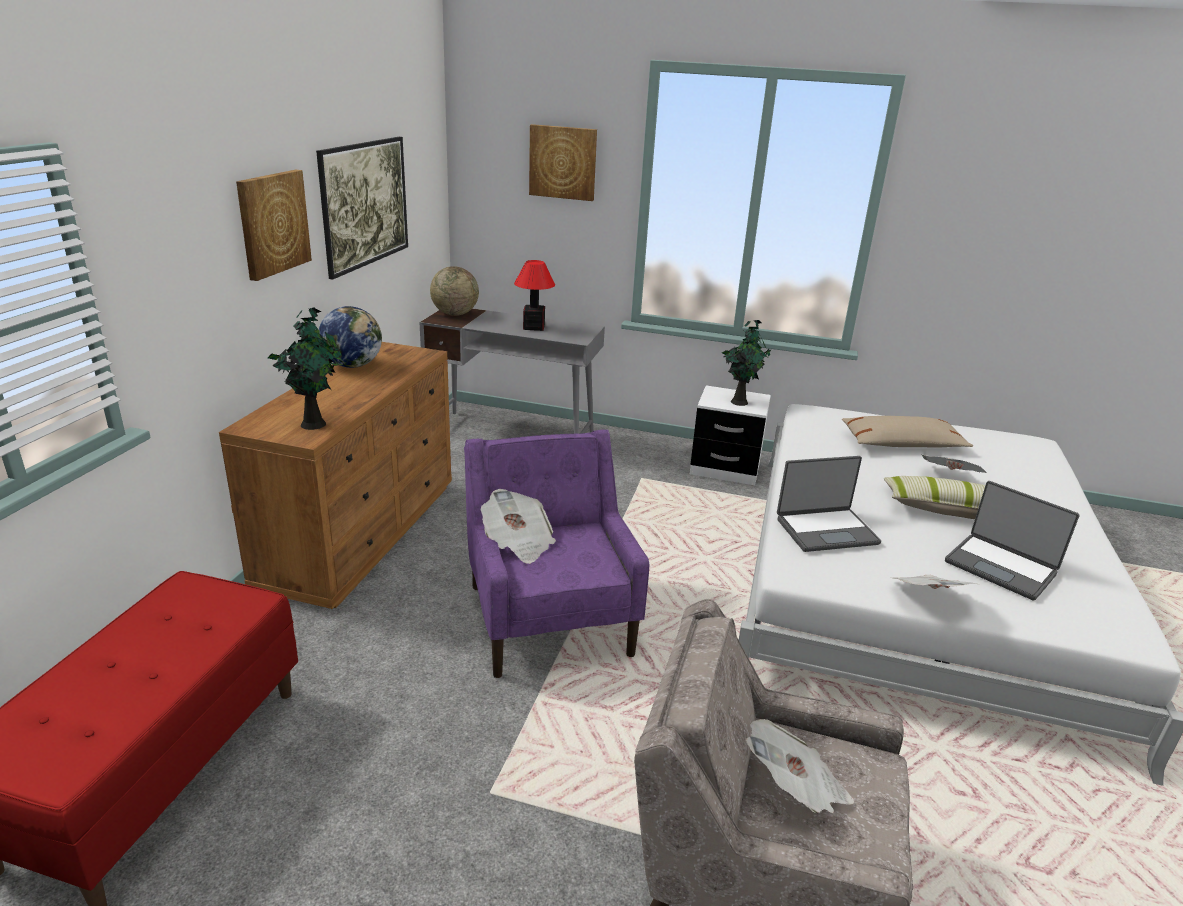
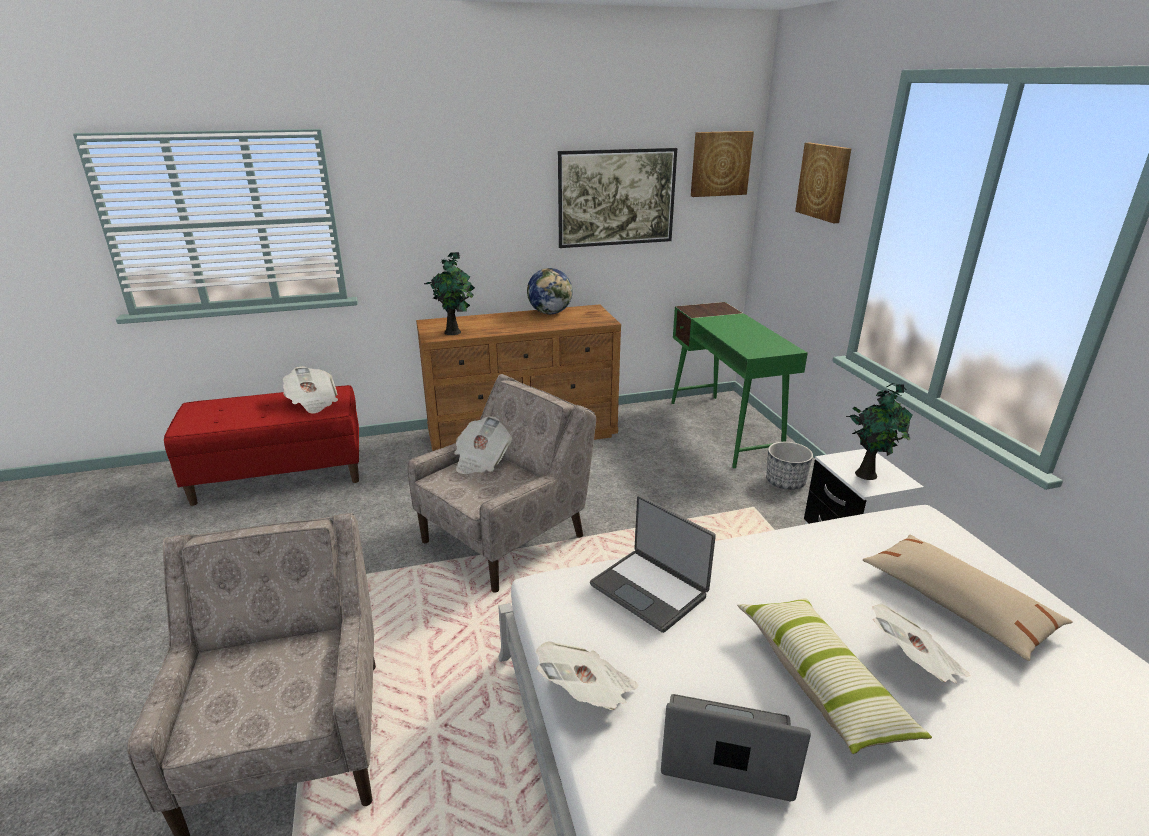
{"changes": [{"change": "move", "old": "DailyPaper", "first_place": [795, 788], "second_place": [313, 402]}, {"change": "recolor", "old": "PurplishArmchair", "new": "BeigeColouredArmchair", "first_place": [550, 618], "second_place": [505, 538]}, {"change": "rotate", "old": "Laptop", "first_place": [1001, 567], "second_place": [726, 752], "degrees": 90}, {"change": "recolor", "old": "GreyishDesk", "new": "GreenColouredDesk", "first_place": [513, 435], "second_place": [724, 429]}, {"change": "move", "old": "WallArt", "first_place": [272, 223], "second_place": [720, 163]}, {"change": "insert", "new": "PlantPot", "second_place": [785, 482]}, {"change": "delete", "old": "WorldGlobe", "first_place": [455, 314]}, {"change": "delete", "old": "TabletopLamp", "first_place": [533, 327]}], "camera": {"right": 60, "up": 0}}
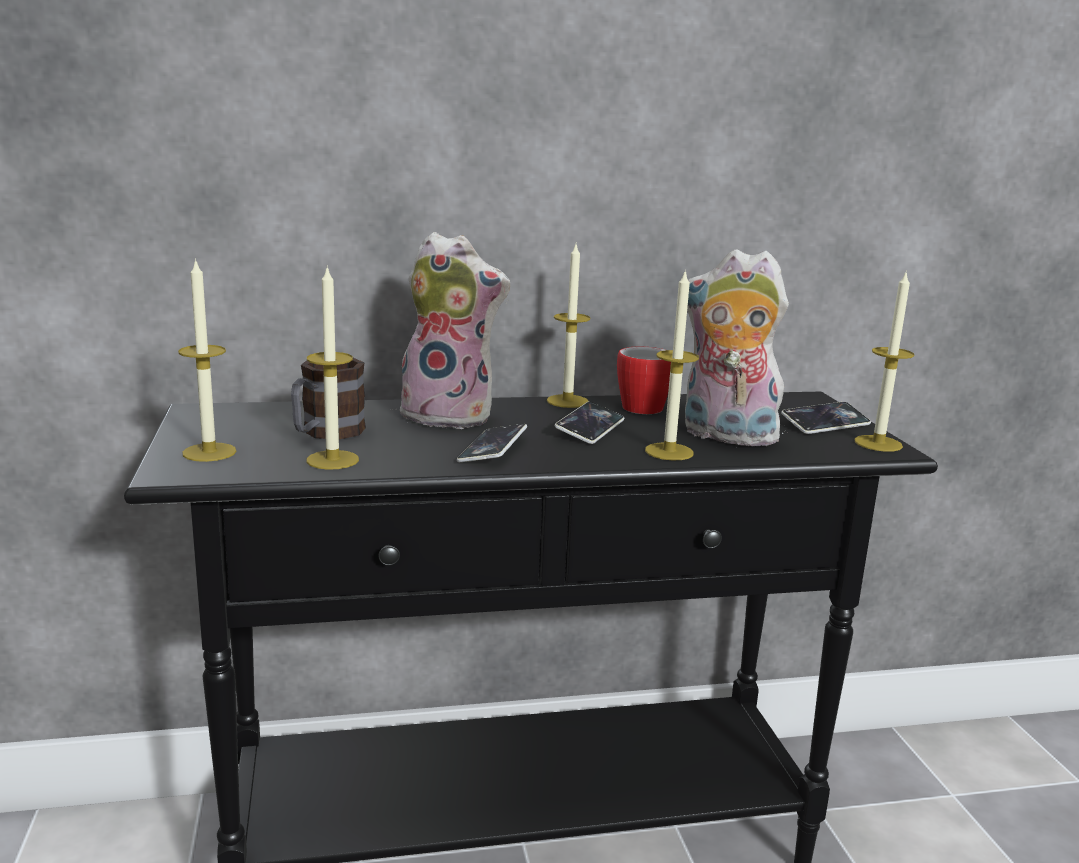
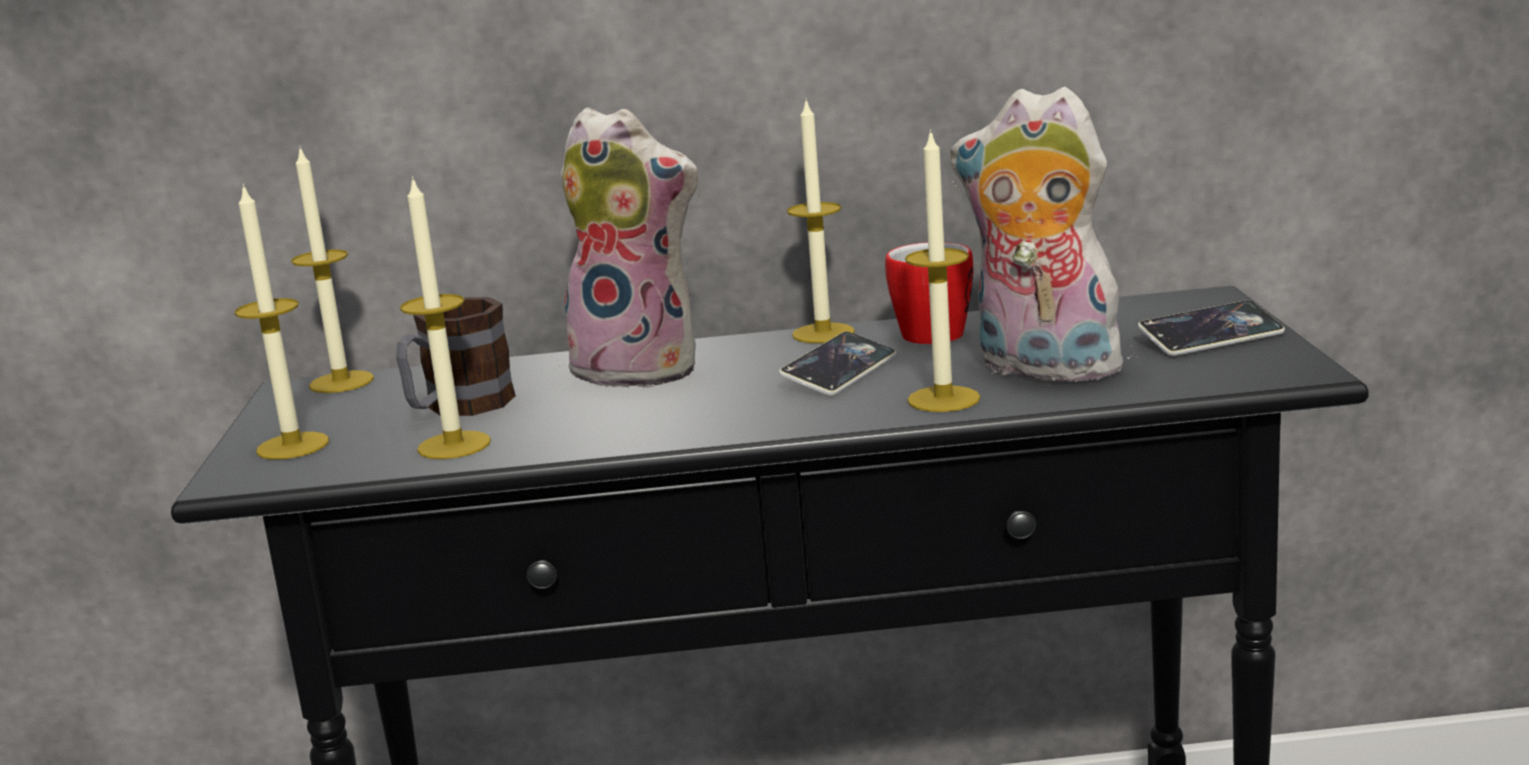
{"changes": [{"change": "move", "old": "WaxLight", "first_place": [878, 443], "second_place": [341, 382]}, {"change": "delete", "old": "Phone", "first_place": [492, 449]}], "camera": {"right": 10, "up": 0}}
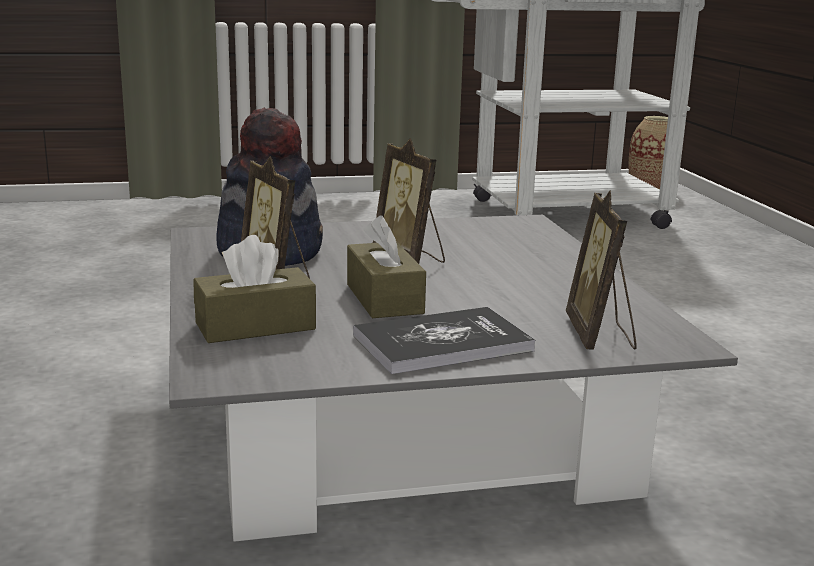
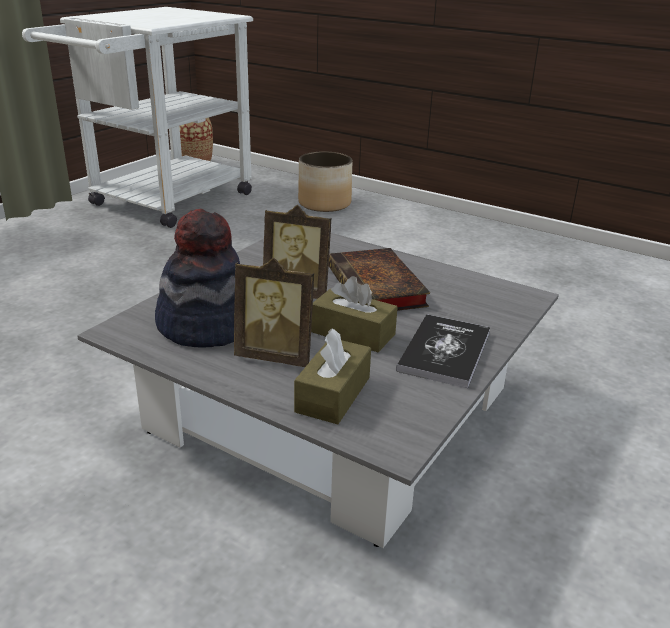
{"changes": [{"change": "insert", "new": "PlantPot", "second_place": [325, 203]}, {"change": "insert", "new": "Volume", "second_place": [378, 288]}, {"change": "delete", "old": "PictureFrame", "first_place": [600, 335]}], "camera": {"right": -45, "up": 10}}
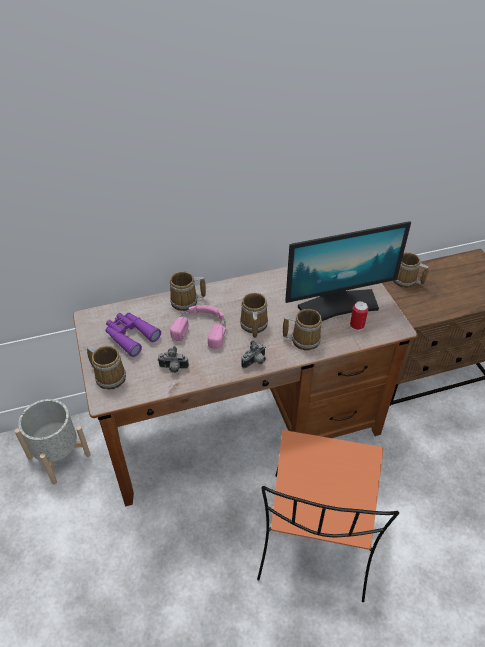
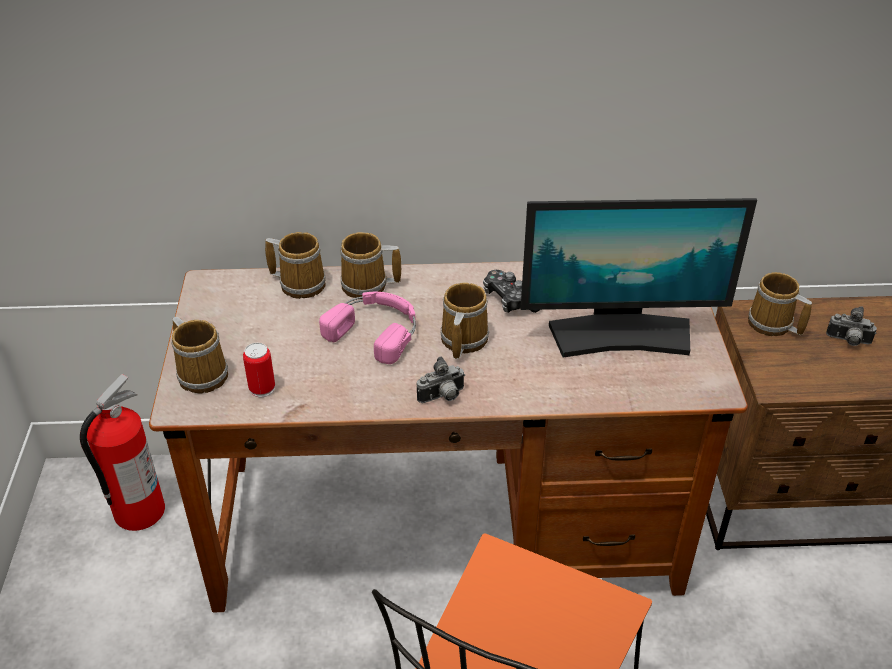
{"changes": [{"change": "replace", "old": "GreyishPlantPot", "new": "FireExtinguisher", "first_place": [59, 456], "second_place": [138, 511]}, {"change": "move", "old": "SealedCan", "first_place": [357, 326], "second_place": [262, 388]}, {"change": "move", "old": "CoffeeMug", "first_place": [303, 339], "second_place": [300, 283]}, {"change": "insert", "new": "GameController", "second_place": [509, 300]}, {"change": "move", "old": "PhotoCamera", "first_place": [173, 368], "second_place": [848, 341]}, {"change": "delete", "old": "PurplishPairOfBinoculars", "first_place": [130, 336]}], "camera": {"right": 15, "up": -5}}
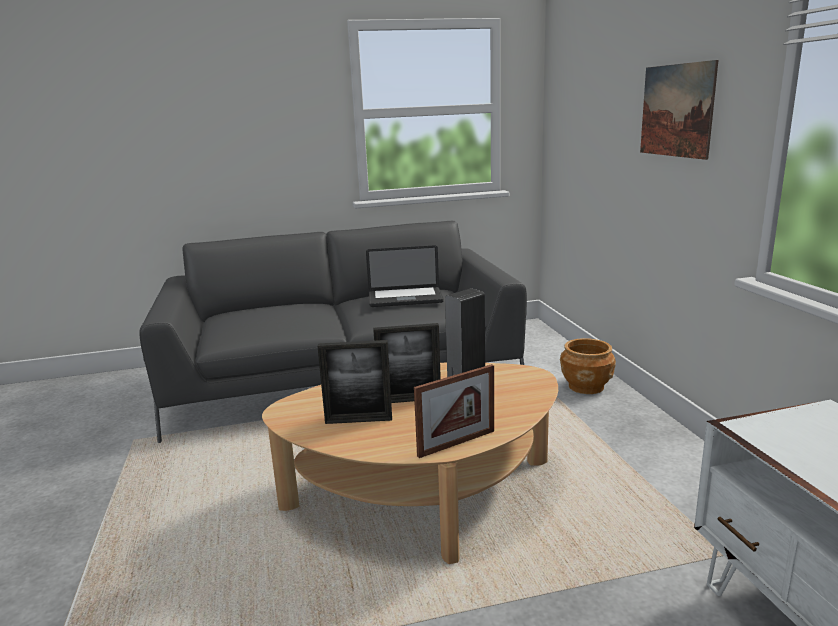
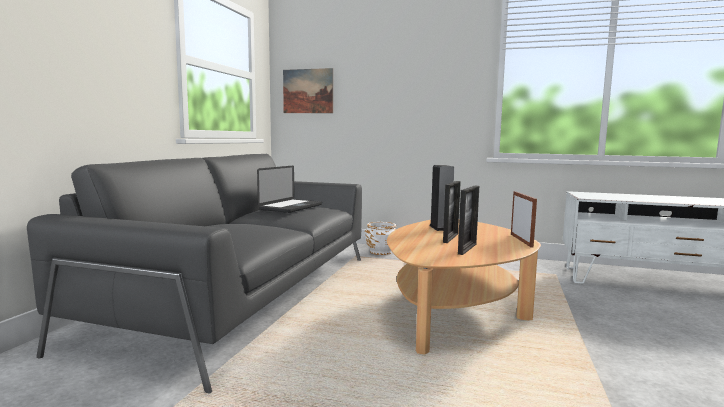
{"changes": [{"change": "move", "old": "WallArt", "first_place": [676, 110], "second_place": [308, 91]}, {"change": "recolor", "old": "BrownishPlantPot", "new": "WhiteColouredPlantPot", "first_place": [586, 386], "second_place": [381, 251]}], "camera": {"right": -60, "up": -10}}
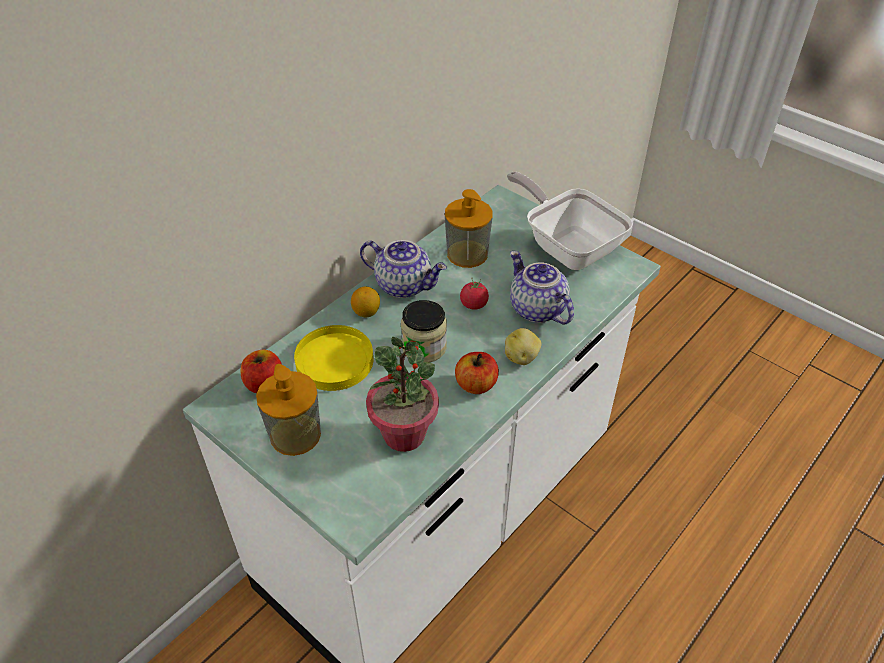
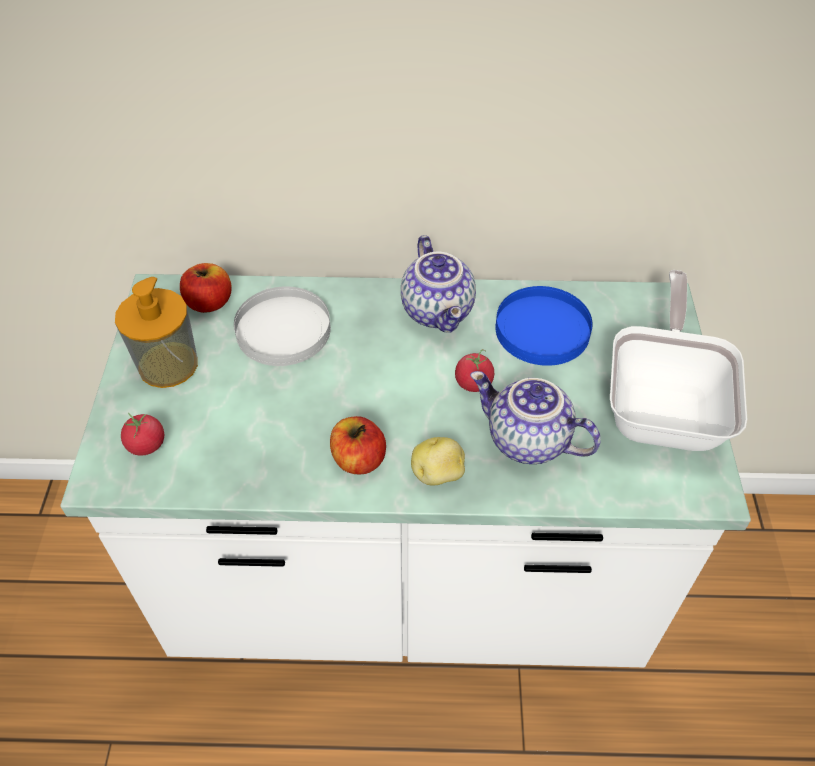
{"changes": [{"change": "insert", "new": "FreshTomato", "second_place": [146, 444]}, {"change": "recolor", "old": "YellowishDinnerPlate", "new": "WhiteColouredDinnerPlate", "first_place": [335, 360], "second_place": [284, 330]}, {"change": "rotate", "old": "TeaPot", "first_place": [536, 309], "second_place": [526, 441], "degrees": -75}, {"change": "replace", "old": "SoapDispenser", "new": "BlueDinnerPlate", "first_place": [467, 254], "second_place": [543, 329]}, {"change": "delete", "old": "WholeLemon", "first_place": [366, 312]}, {"change": "delete", "old": "Houseplant", "first_place": [404, 434]}, {"change": "delete", "old": "StorageJar", "first_place": [424, 347]}], "camera": {"right": 50, "up": 5}}
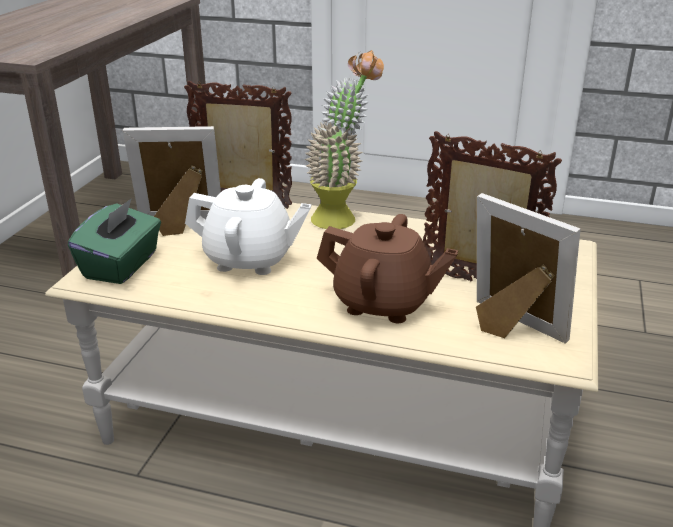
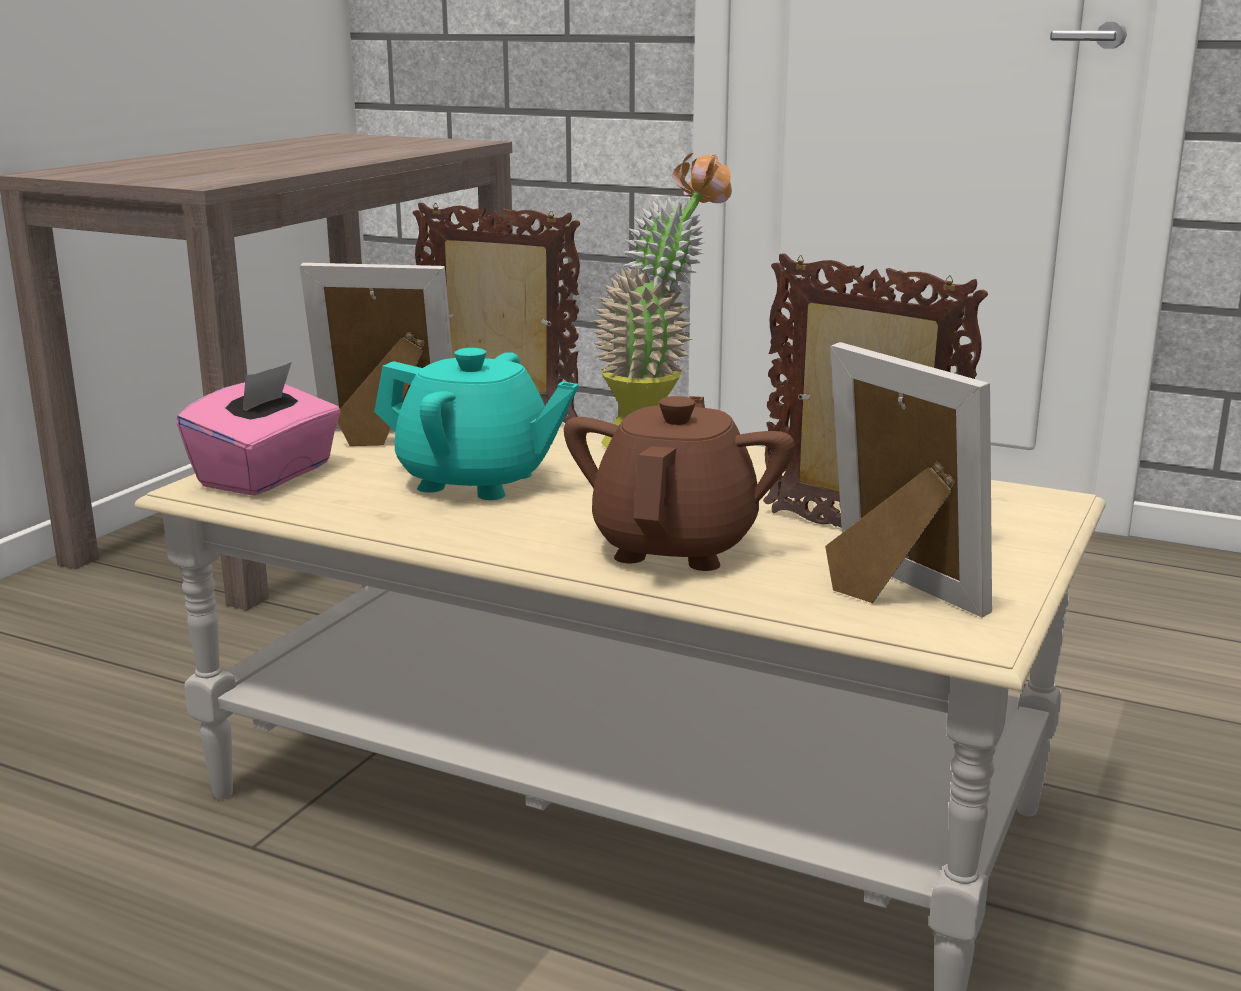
{"changes": [{"change": "recolor", "old": "GreenColouredTissueBox", "new": "PinkColouredTissueBox", "first_place": [122, 265], "second_place": [267, 476]}, {"change": "recolor", "old": "WhiteColouredTeaPot", "new": "BlueGreenTeaPot", "first_place": [250, 259], "second_place": [476, 481]}, {"change": "rotate", "old": "BrownishTeaPot", "first_place": [383, 303], "second_place": [676, 546], "degrees": -105}], "camera": {"right": 10, "up": -10}}
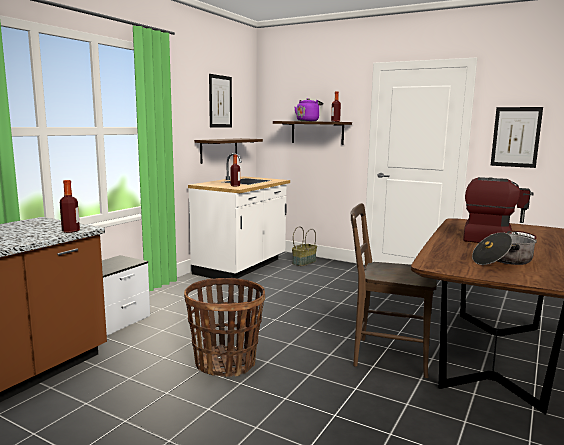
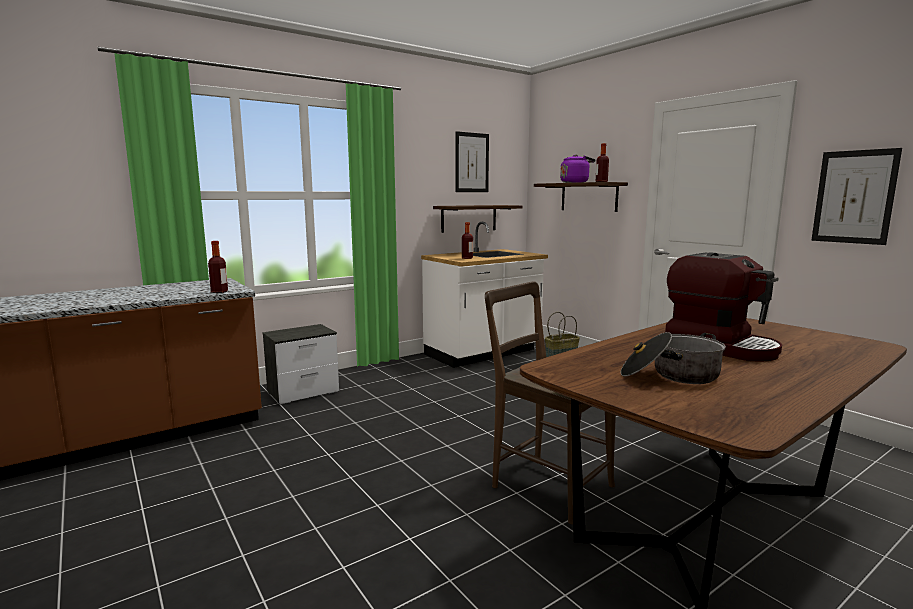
{"changes": [{"change": "delete", "old": "Basket", "first_place": [225, 363]}], "camera": {"right": 25, "up": 0}}
